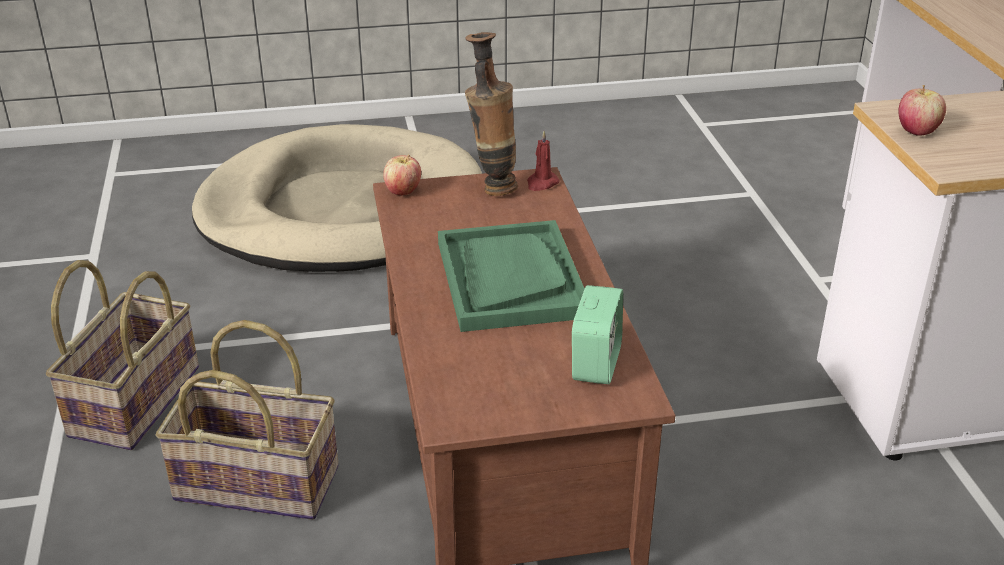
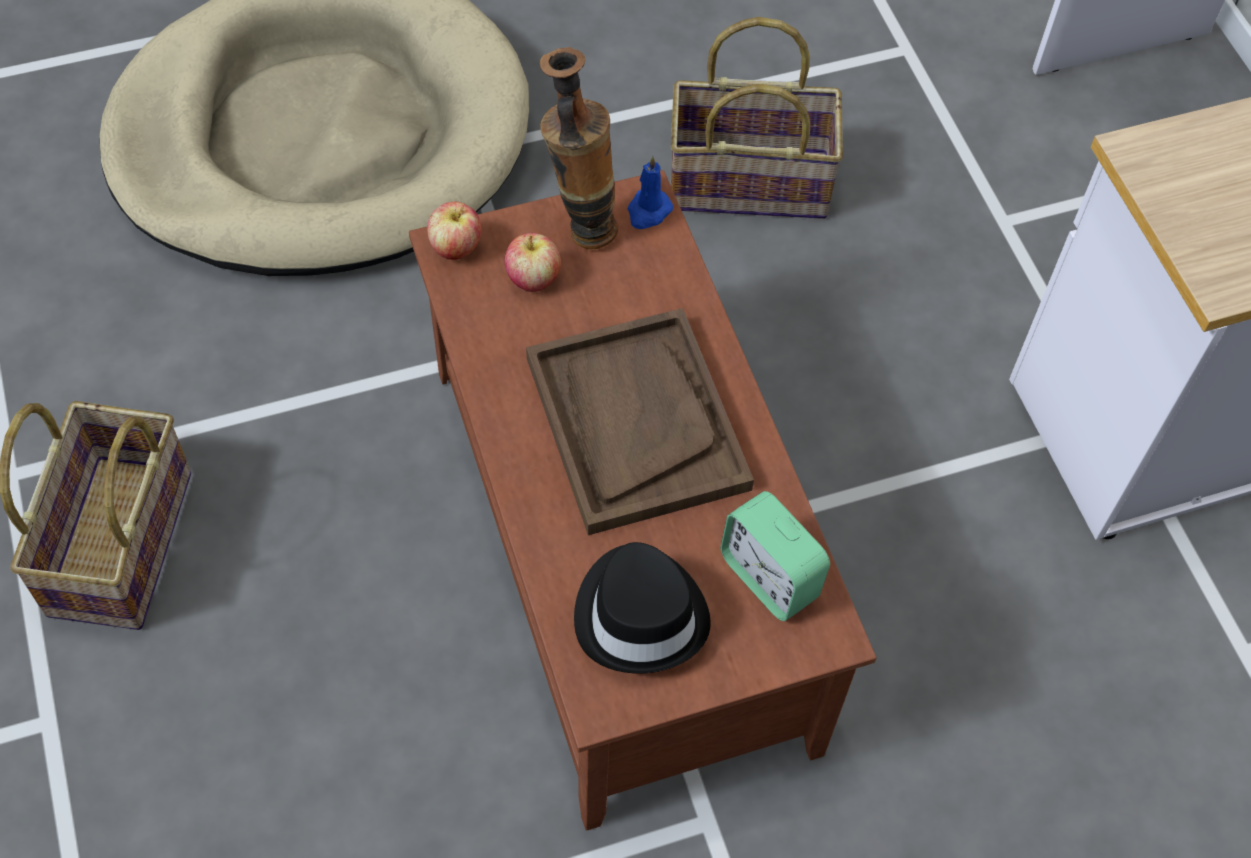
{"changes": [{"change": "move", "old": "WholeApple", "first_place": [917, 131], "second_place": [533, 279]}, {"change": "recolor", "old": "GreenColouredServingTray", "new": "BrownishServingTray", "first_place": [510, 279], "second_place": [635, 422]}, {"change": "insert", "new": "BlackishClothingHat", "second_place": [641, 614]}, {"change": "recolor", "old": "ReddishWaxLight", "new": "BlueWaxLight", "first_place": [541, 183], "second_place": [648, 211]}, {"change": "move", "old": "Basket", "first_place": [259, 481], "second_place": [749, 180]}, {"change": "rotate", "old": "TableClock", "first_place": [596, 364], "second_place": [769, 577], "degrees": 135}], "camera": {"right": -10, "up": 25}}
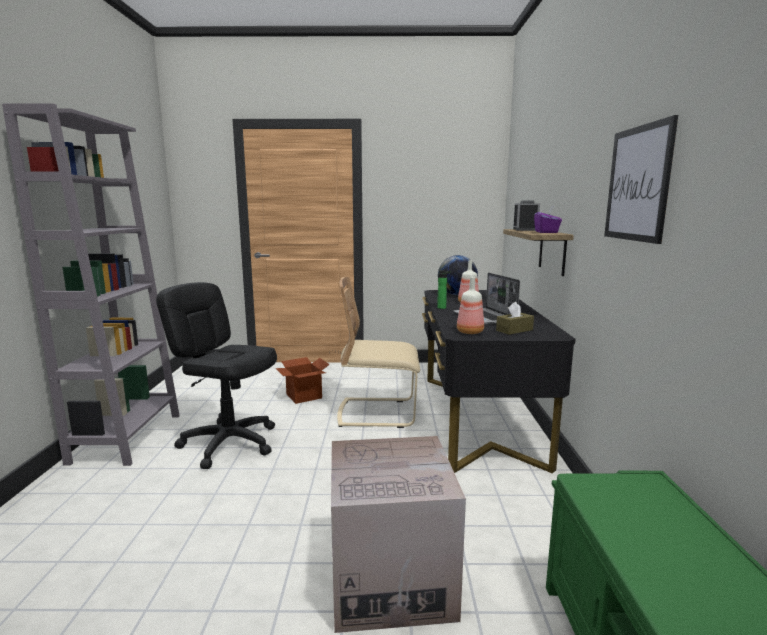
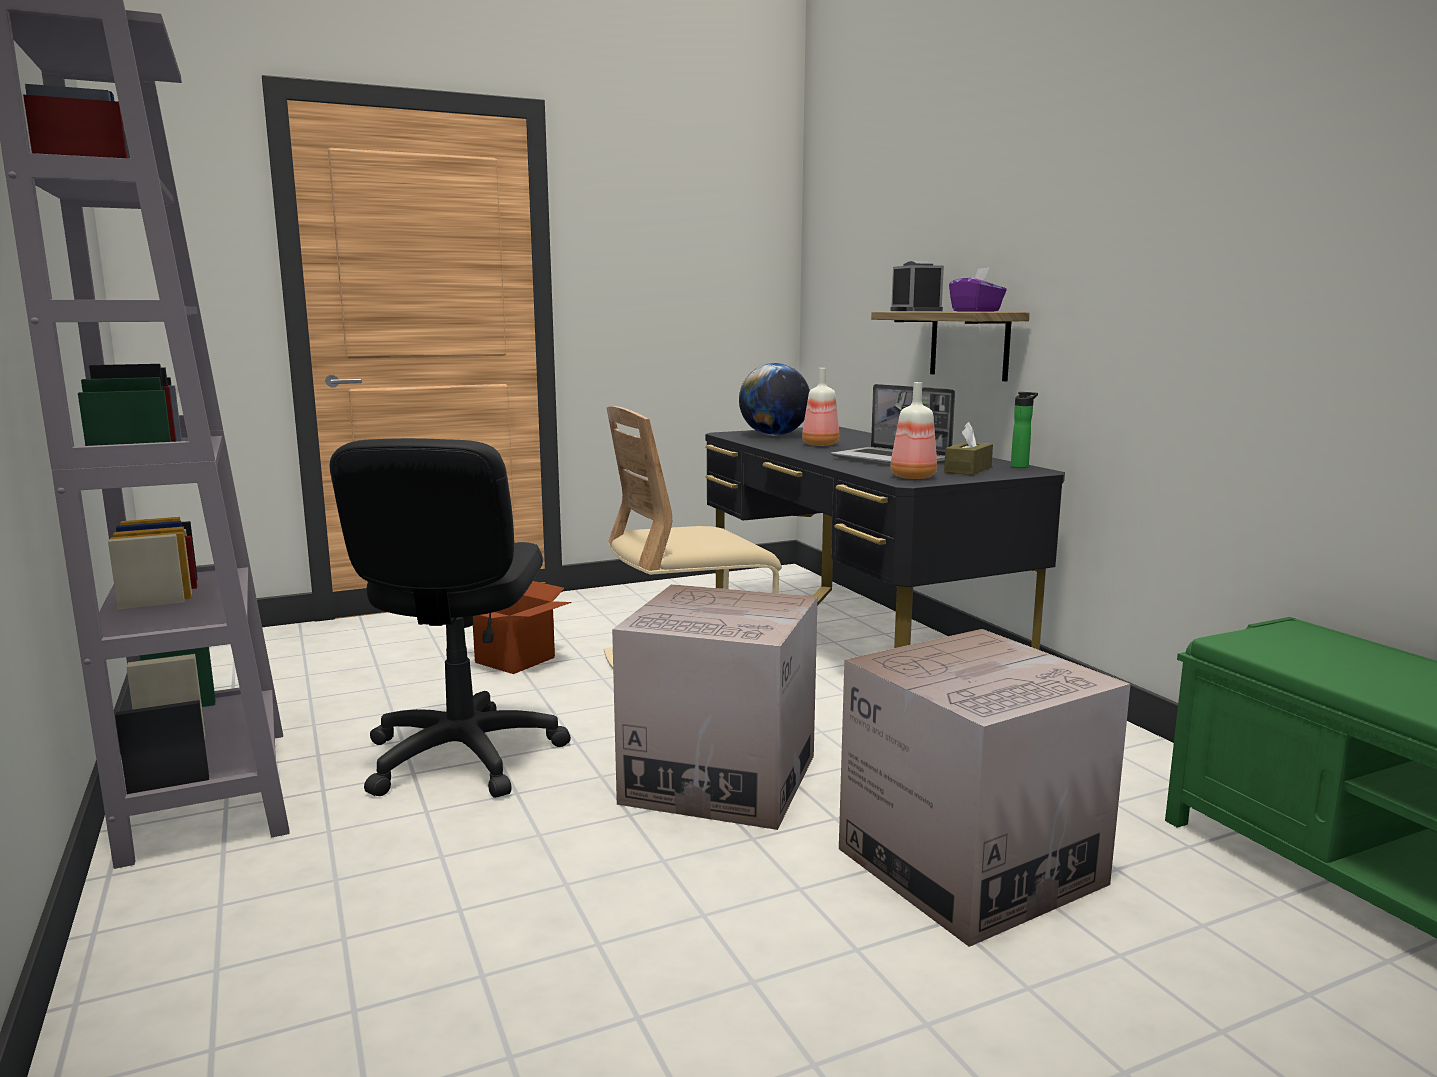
{"changes": [{"change": "rotate", "old": "BlackishDeskChair", "first_place": [229, 443], "second_place": [461, 756], "degrees": -90}, {"change": "insert", "new": "PackingBox", "second_place": [720, 779]}, {"change": "move", "old": "BeverageBottle", "first_place": [443, 308], "second_place": [1021, 466]}, {"change": "delete", "old": "WallArt", "first_place": [638, 184]}], "camera": {"right": -25, "up": 0}}
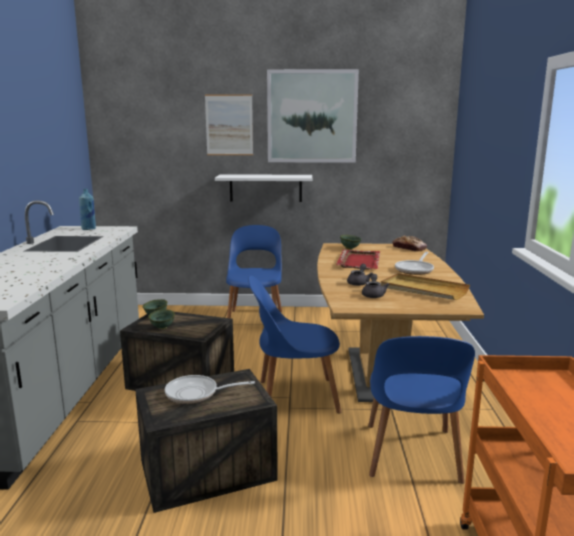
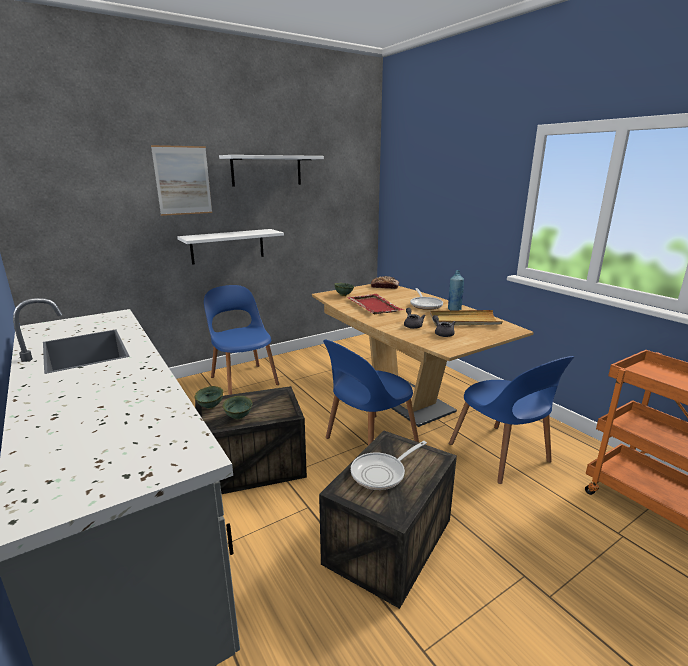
{"changes": [{"change": "replace", "old": "WallArt", "new": "WhiteColouredShelf", "first_place": [312, 116], "second_place": [266, 170]}, {"change": "move", "old": "BlueBeverageBottle", "first_place": [89, 229], "second_place": [454, 309]}], "camera": {"right": -35, "up": 5}}
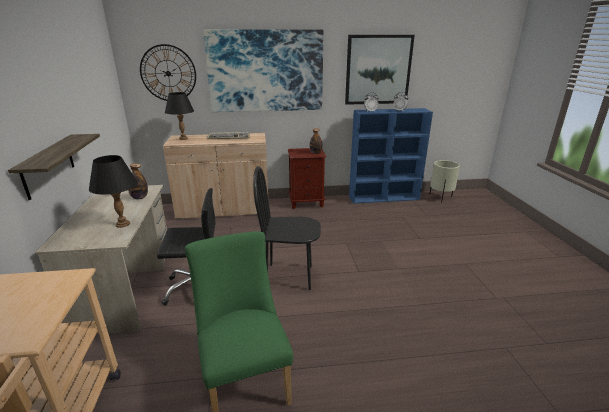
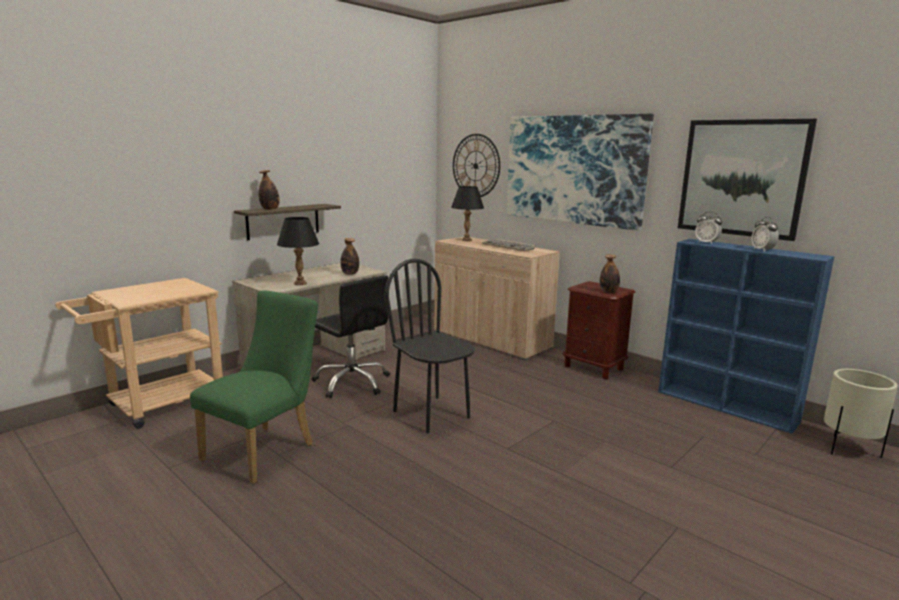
{"changes": [{"change": "insert", "new": "BeverageBottle", "second_place": [270, 209]}], "camera": {"right": 50, "up": -10}}
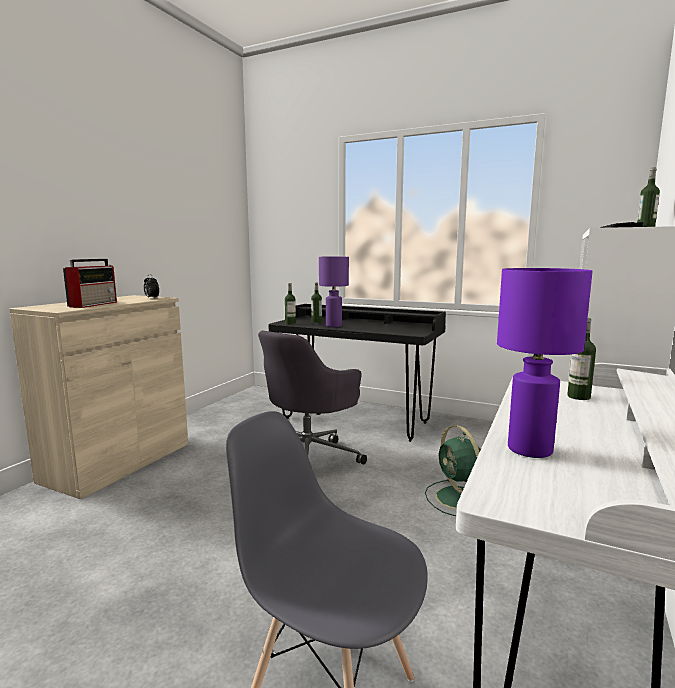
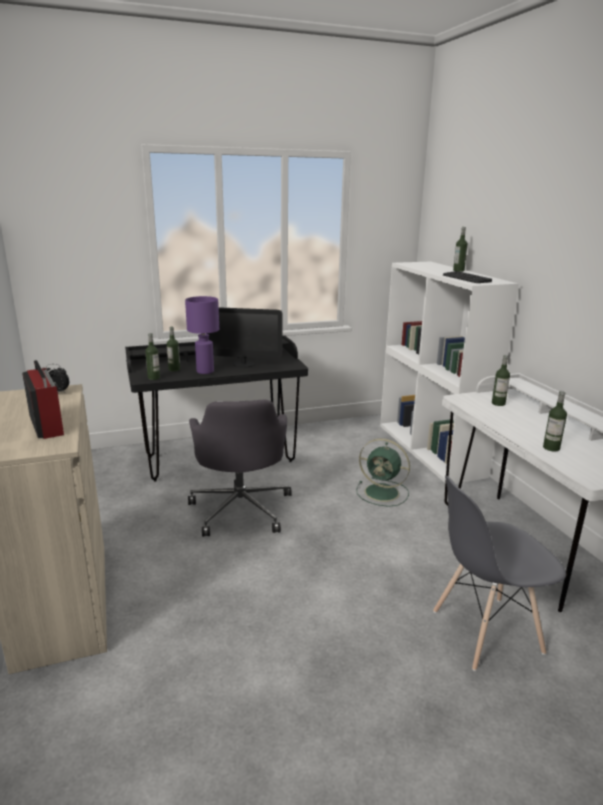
{"changes": [{"change": "insert", "new": "Monitor", "second_place": [243, 364]}, {"change": "replace", "old": "PurplishTabletopLamp", "new": "BeverageBottle", "first_place": [531, 450], "second_place": [551, 448]}], "camera": {"right": -45, "up": 10}}
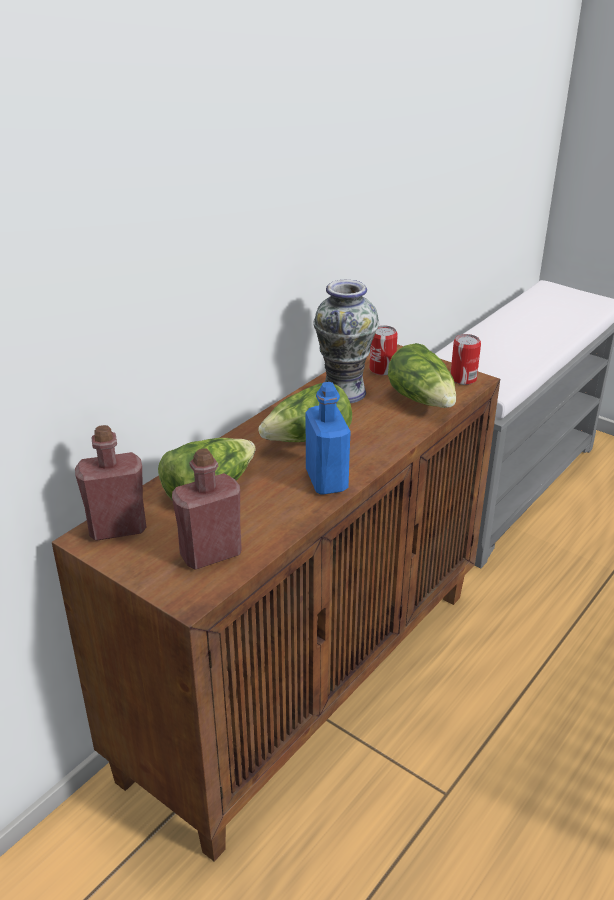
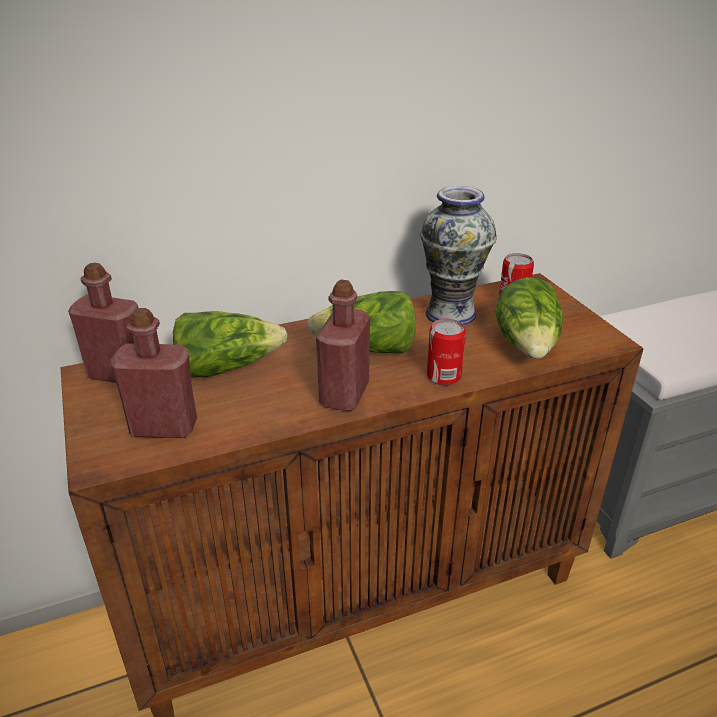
{"changes": [{"change": "recolor", "old": "BlueBeverageBottle", "new": "ReddishBeverageBottle", "first_place": [326, 480], "second_place": [344, 394]}, {"change": "move", "old": "SealedCan", "first_place": [463, 379], "second_place": [443, 376]}], "camera": {"right": 30, "up": 0}}
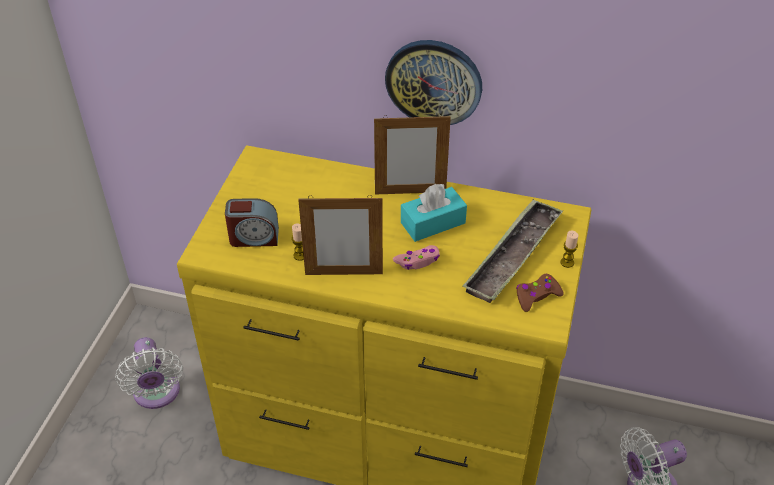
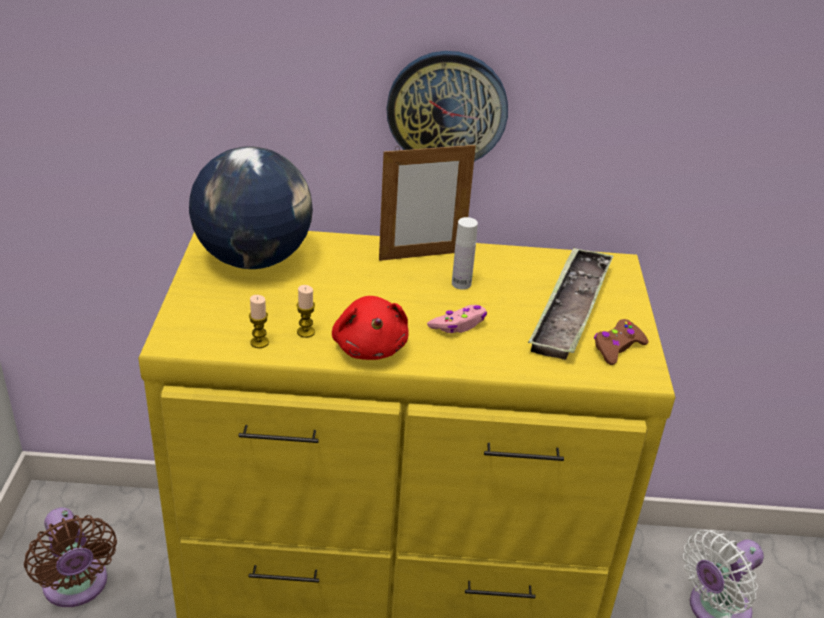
{"changes": [{"change": "recolor", "old": "WhiteColouredFan", "new": "BrownishFan", "first_place": [157, 394], "second_place": [77, 587]}, {"change": "insert", "new": "WorldGlobe", "second_place": [253, 258]}, {"change": "move", "old": "WaxLight", "first_place": [567, 262], "second_place": [259, 342]}, {"change": "replace", "old": "PictureFrame", "new": "ReddishPlushToy", "first_place": [344, 274], "second_place": [370, 347]}, {"change": "replace", "old": "BlueGreenTissueBox", "new": "WhiteColouredBeverageBottle", "first_place": [433, 223], "second_place": [461, 284]}, {"change": "delete", "old": "TableClock", "first_place": [254, 237]}], "camera": {"right": -15, "up": -10}}
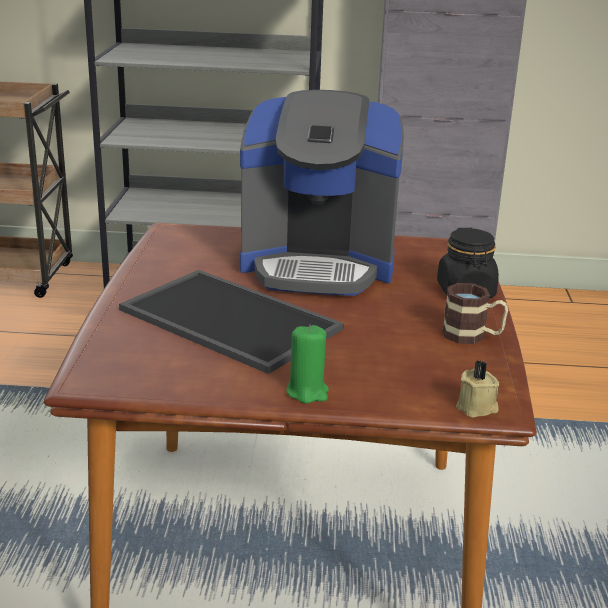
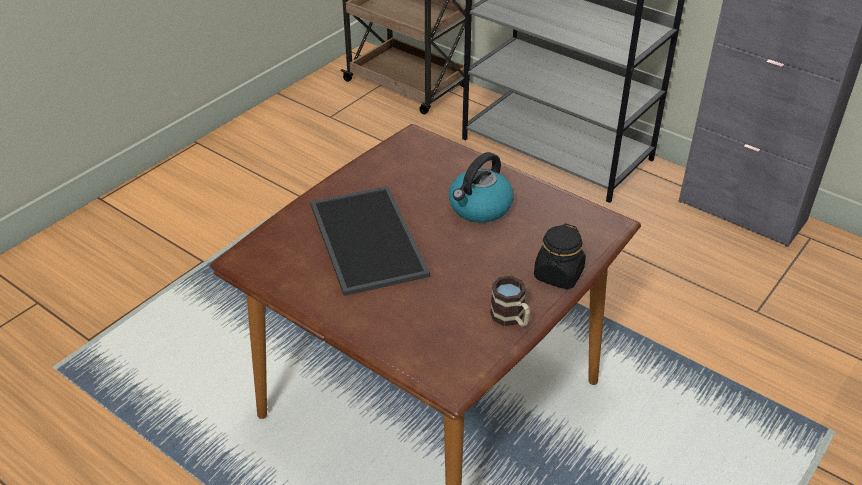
{"changes": [{"change": "replace", "old": "CoffeeMachine", "new": "Kettle", "first_place": [318, 265], "second_place": [479, 208]}, {"change": "delete", "old": "GreenColouredWaxLight", "first_place": [307, 392]}, {"change": "delete", "old": "BeigeColouredWaxLight", "first_place": [477, 408]}], "camera": {"right": 35, "up": 15}}
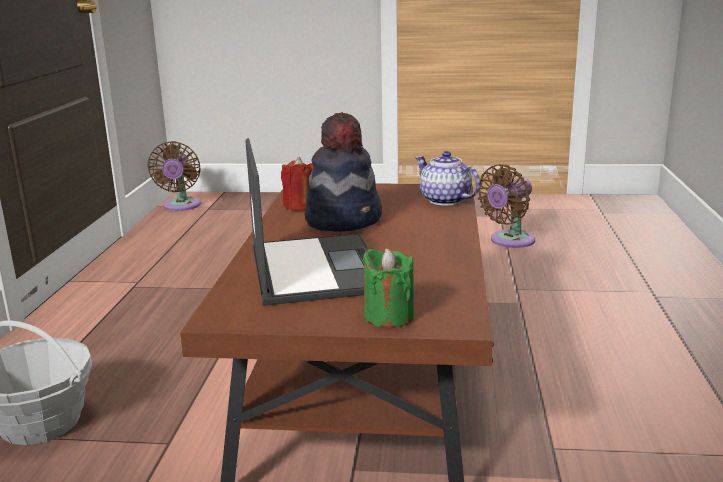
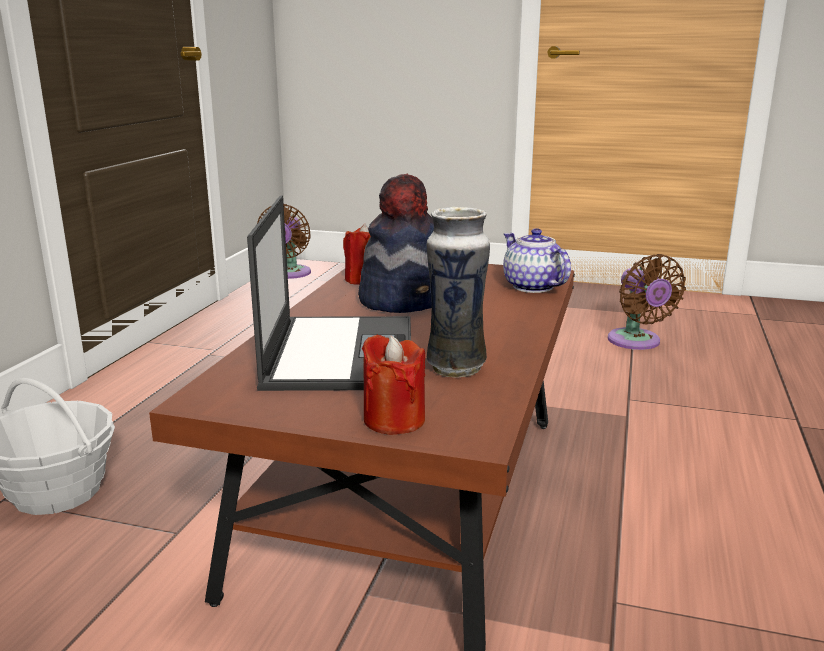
{"changes": [{"change": "recolor", "old": "GreenColouredWaxLight", "new": "ReddishWaxLight", "first_place": [389, 317], "second_place": [394, 420]}, {"change": "insert", "new": "DecorativeVase", "second_place": [455, 367]}, {"change": "rotate", "old": "BrownishFan", "first_place": [509, 241], "second_place": [636, 342], "degrees": -75}], "camera": {"right": 10, "up": 0}}
